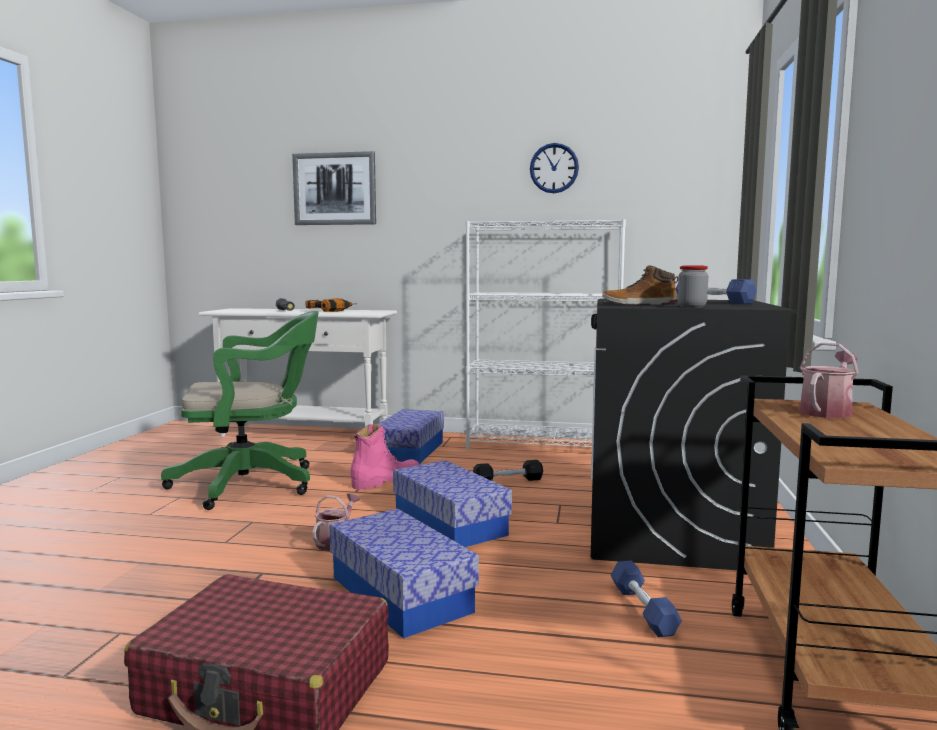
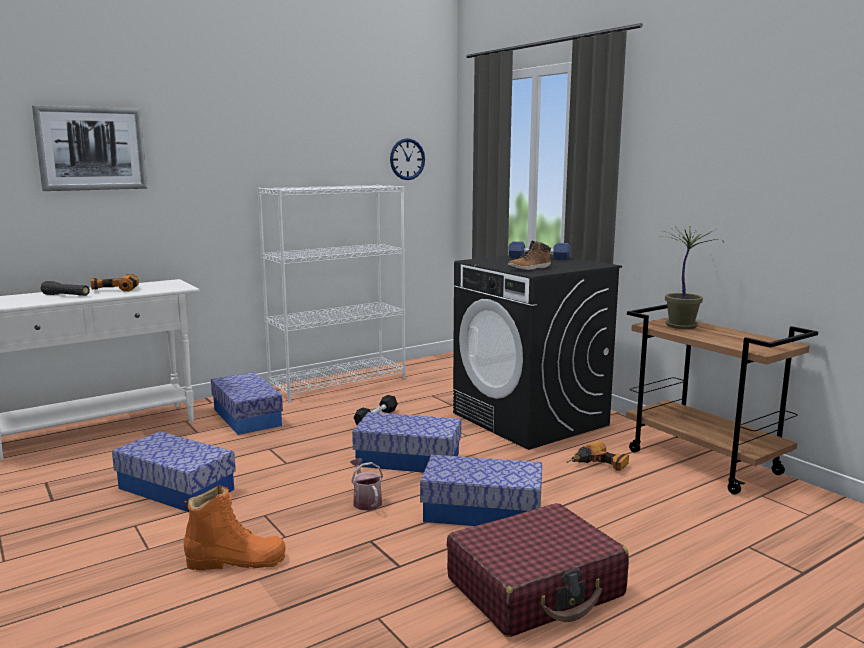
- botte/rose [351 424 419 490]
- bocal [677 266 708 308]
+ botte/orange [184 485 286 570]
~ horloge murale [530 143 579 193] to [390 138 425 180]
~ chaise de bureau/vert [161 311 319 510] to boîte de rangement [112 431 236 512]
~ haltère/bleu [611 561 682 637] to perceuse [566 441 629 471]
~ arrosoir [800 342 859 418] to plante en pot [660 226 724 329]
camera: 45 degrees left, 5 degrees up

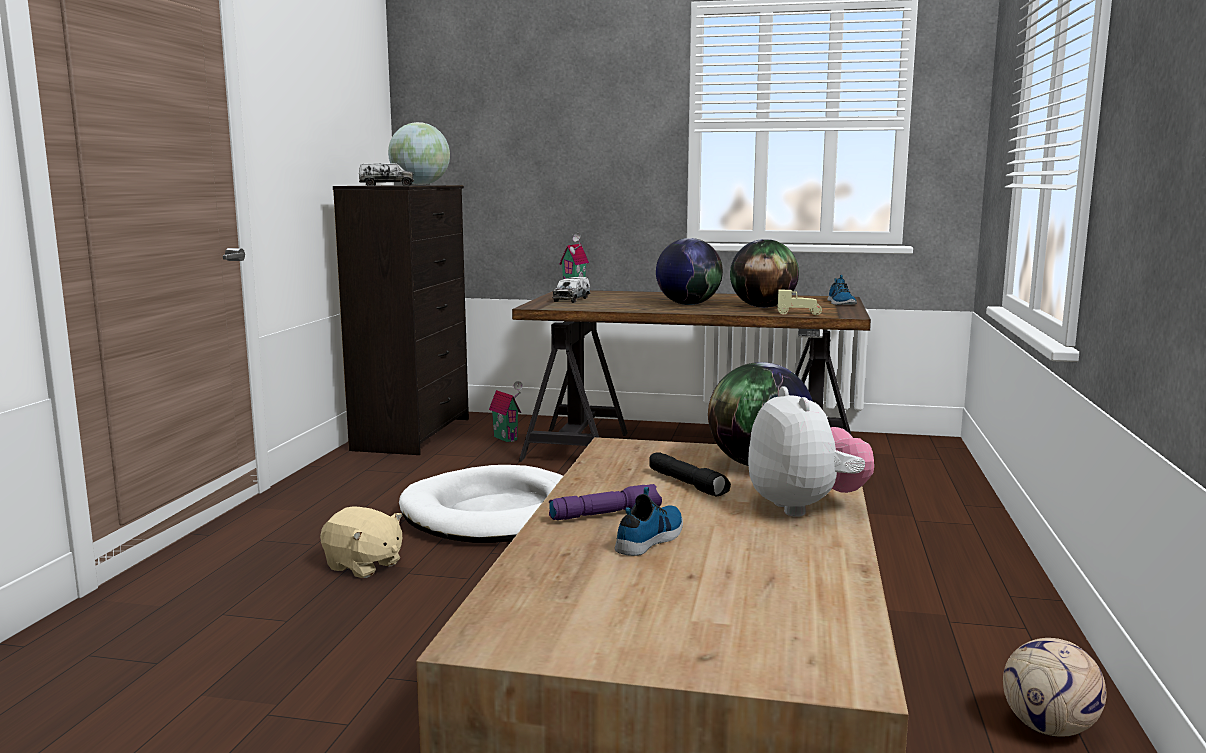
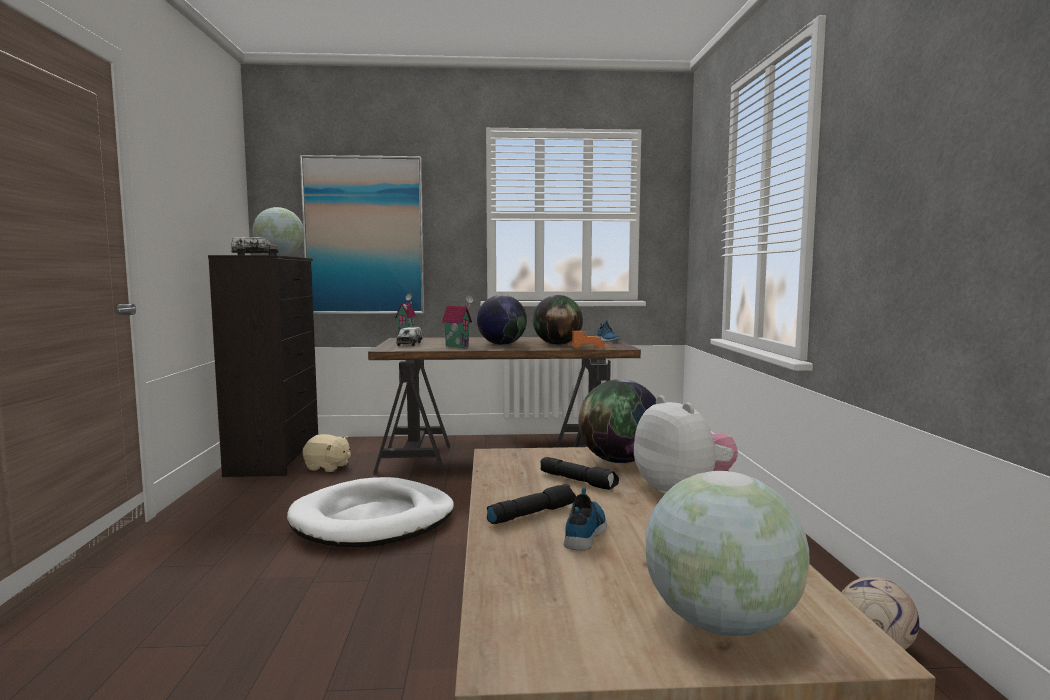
+ tableau [300 155 424 314]
+ globe [645 471 810 636]
~ peluche/beige [320 506 402 578] to [303 434 351 472]
~ maison miniature [489 381 523 442] to [442 295 473 348]
~ lampe de poche/violet [549 484 662 520] to lampe de poche/noir [487 484 576 524]
~ petite voiture/beige [777 290 822 315] to petite voiture/orange [572 331 605 349]
camera: 15 degrees left, 5 degrees down

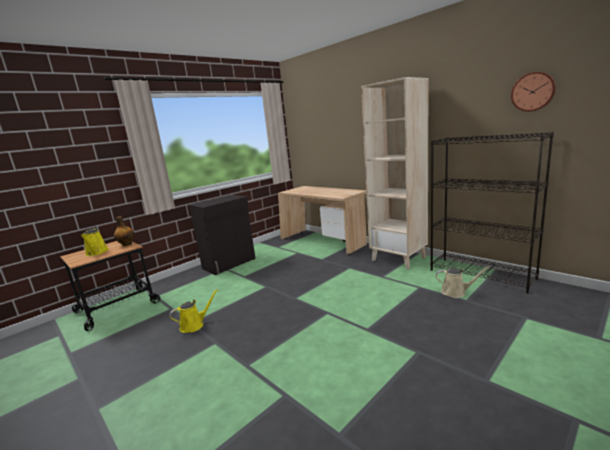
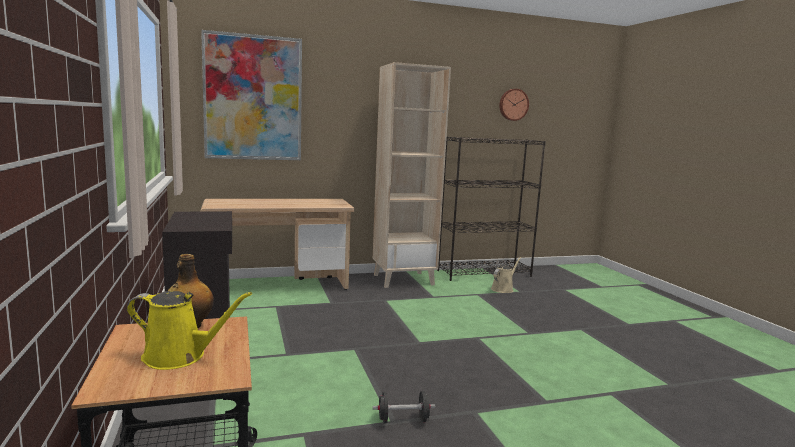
+ tableau [201 30 302 160]
~ arrosoir/jaune [170 289 218 333] to haltère/noir [373 391 435 424]
camera: 65 degrees left, 5 degrees down

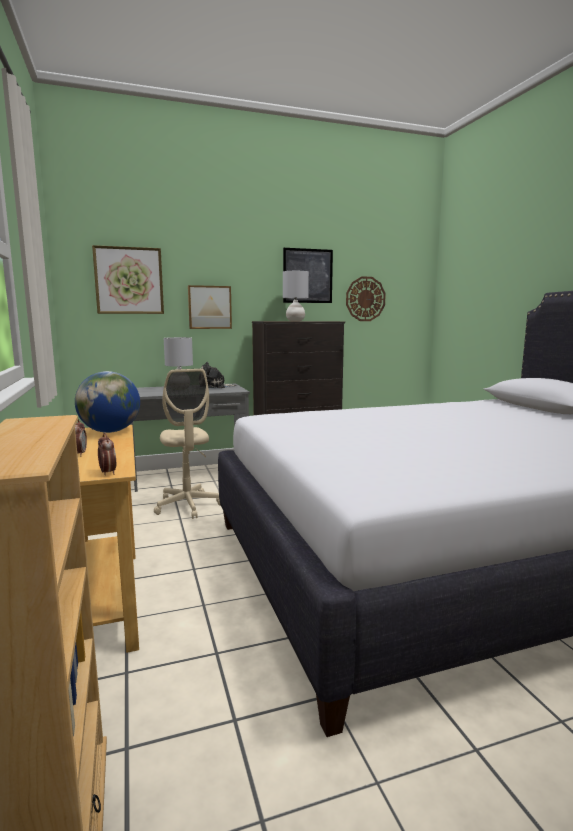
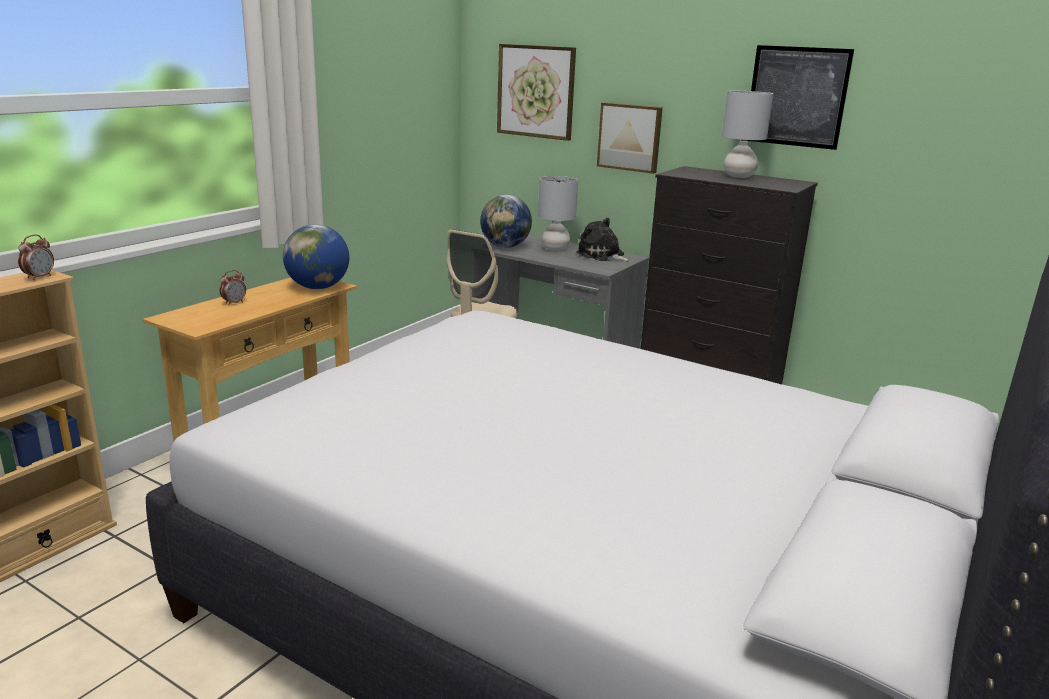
- horloge murale [346 276 386 321]
+ globe [480 195 532 248]
~ réveil [98 432 116 475] to [18 235 54 280]
camera: 50 degrees right, 10 degrees up

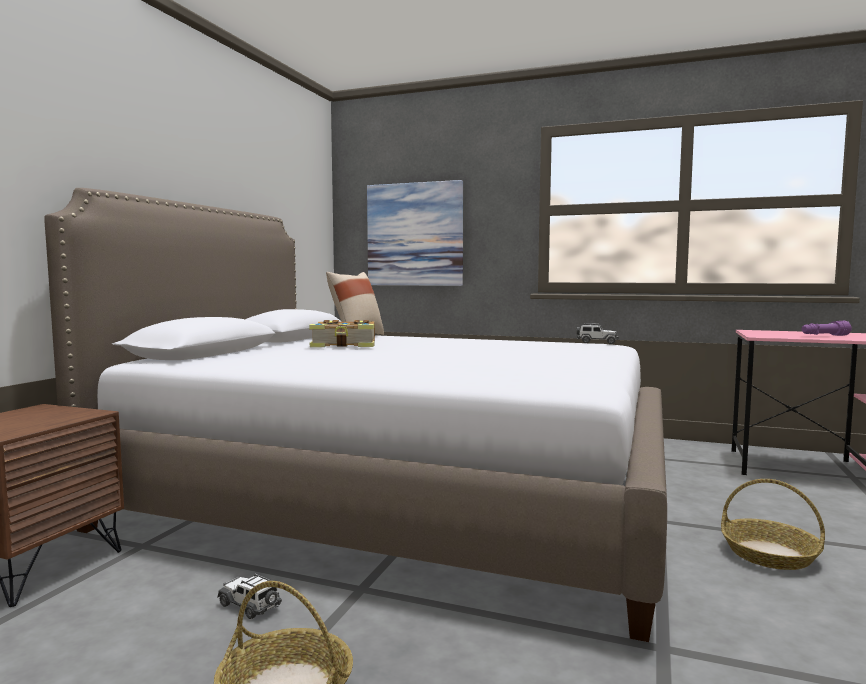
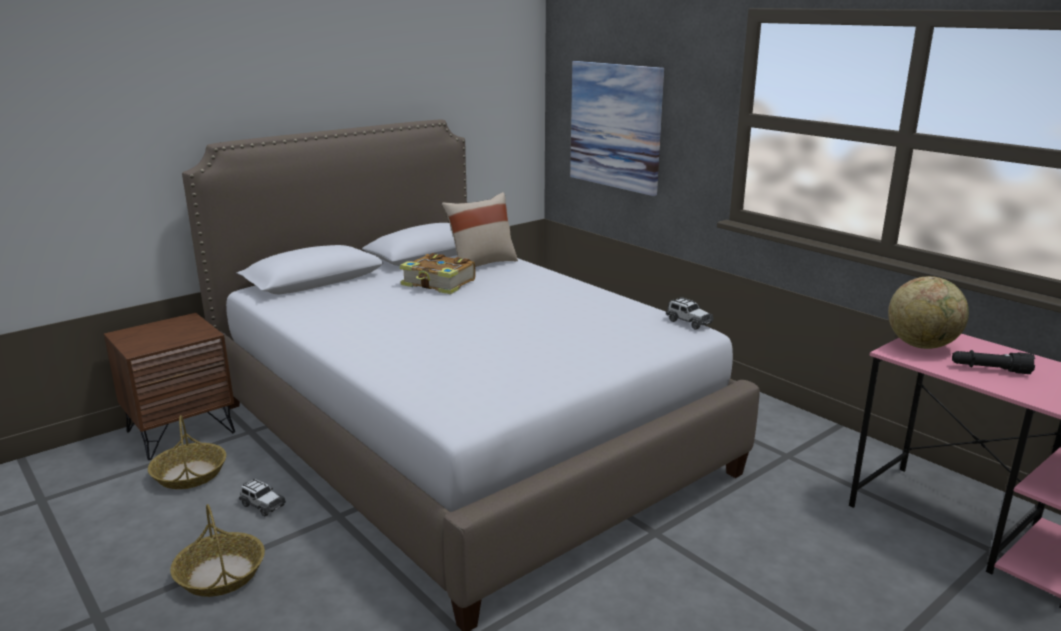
+ globe [888 276 969 349]
~ panier [721 479 825 570] to [148 415 226 489]
~ lampe de poche/violet [801 321 852 336] to lampe de poche/noir [952 350 1035 374]
~ petite voiture [217 574 282 619] = [239 479 286 517] 150 degrees clockwise
camera: 30 degrees right, 15 degrees up

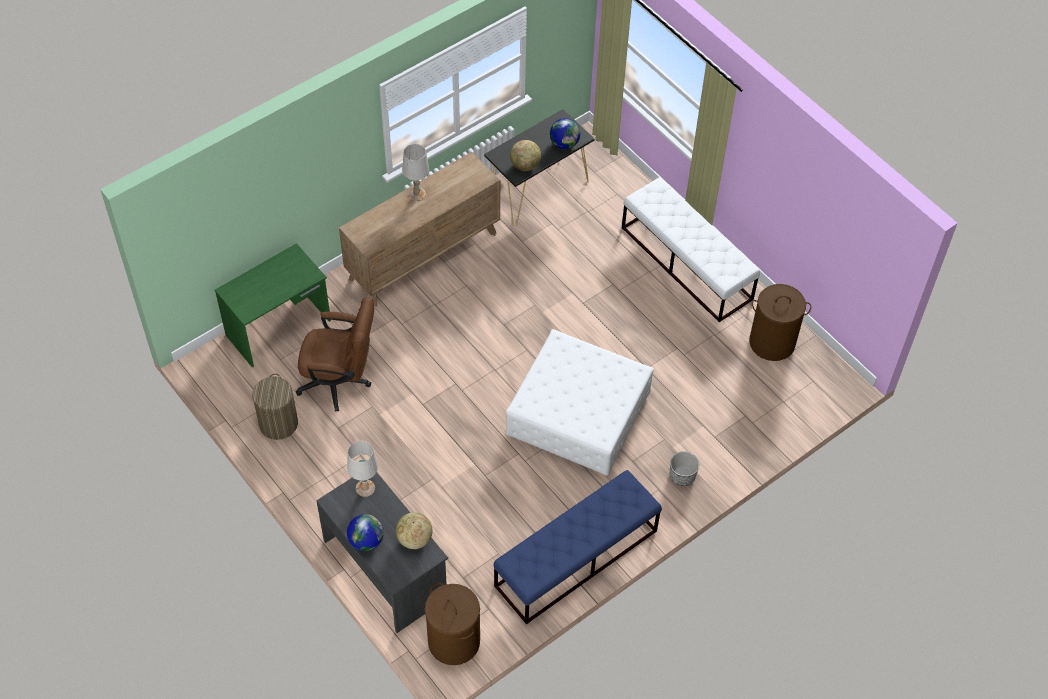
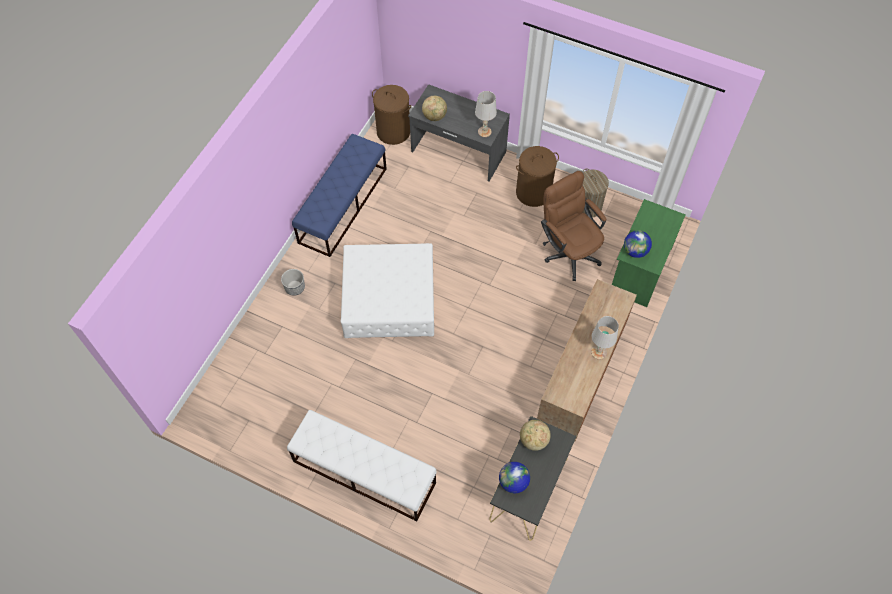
~ globe [347 514 384 551] to [624 230 652 258]
~ panier à linge/marron [749 284 812 361] to [516 146 559 207]
~ chaise de bureau/marron [296 297 374 411] = [541 171 606 281] 75 degrees clockwise
camera: 155 degrees right, 5 degrees up

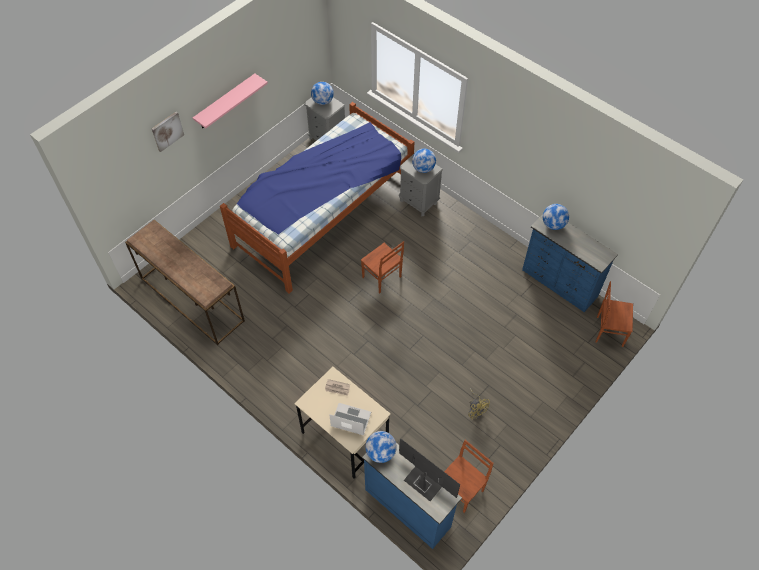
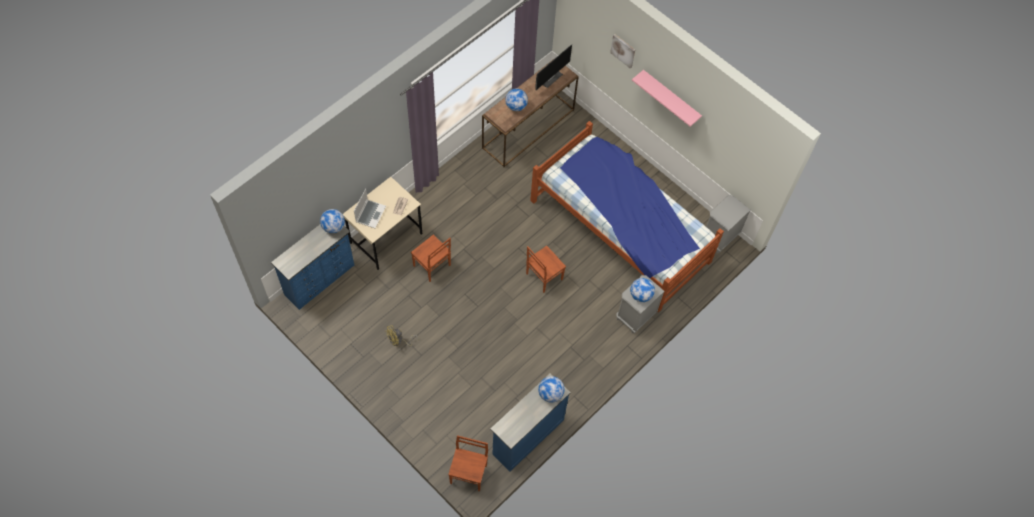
~ globe [311 82 334 105] to [505 88 528 111]
~ écran d'ordinateur [399 439 460 501] to [535 44 572 90]
~ chaise/marron [444 440 494 513] to [411 235 451 282]
camera: 90 degrees right, 5 degrees up

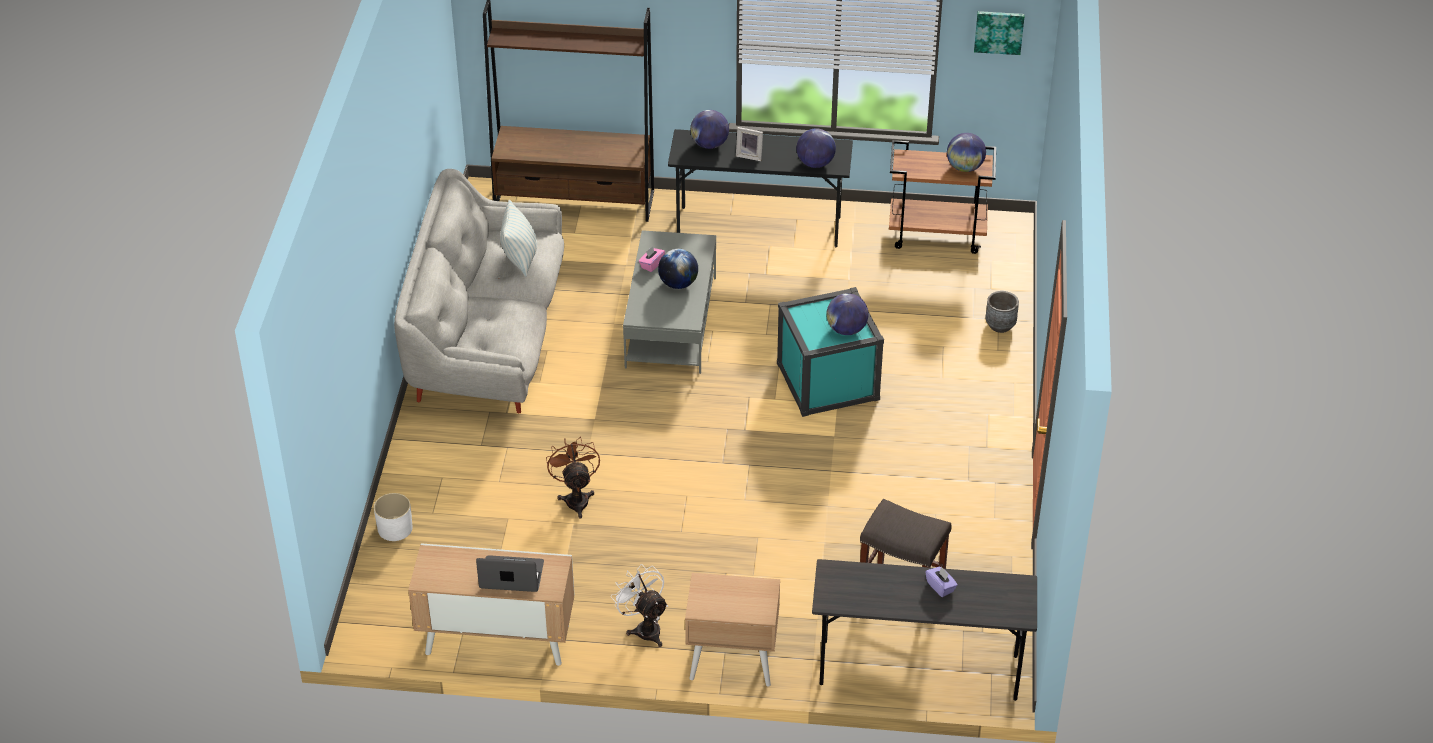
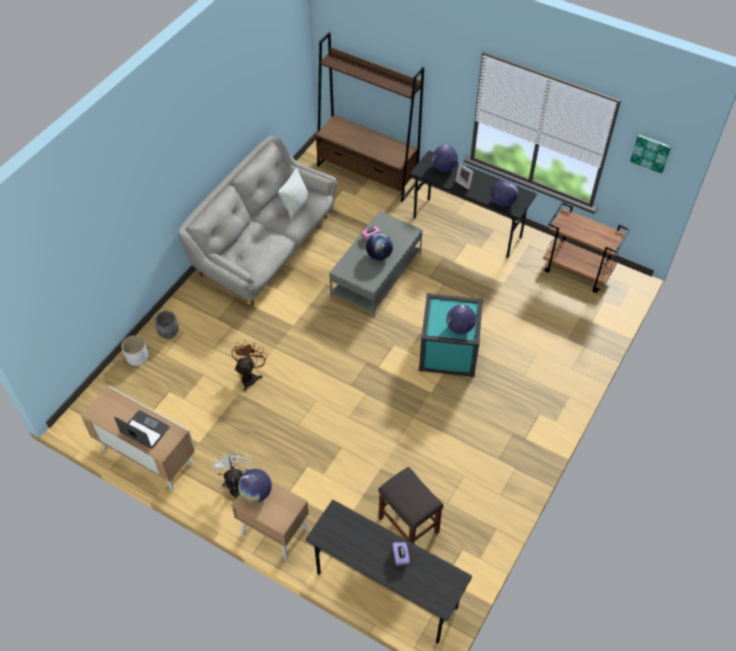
~ globe [947 133 986 172] to [238 469 272 503]
~ cache-pot/gris [986 291 1019 333] to [154 311 179 339]
camera: 25 degrees right, 10 degrees up

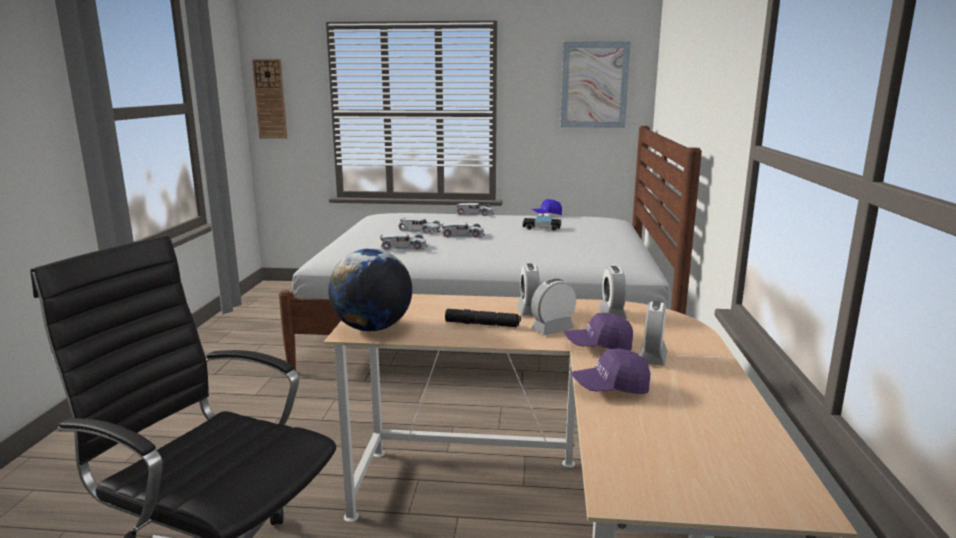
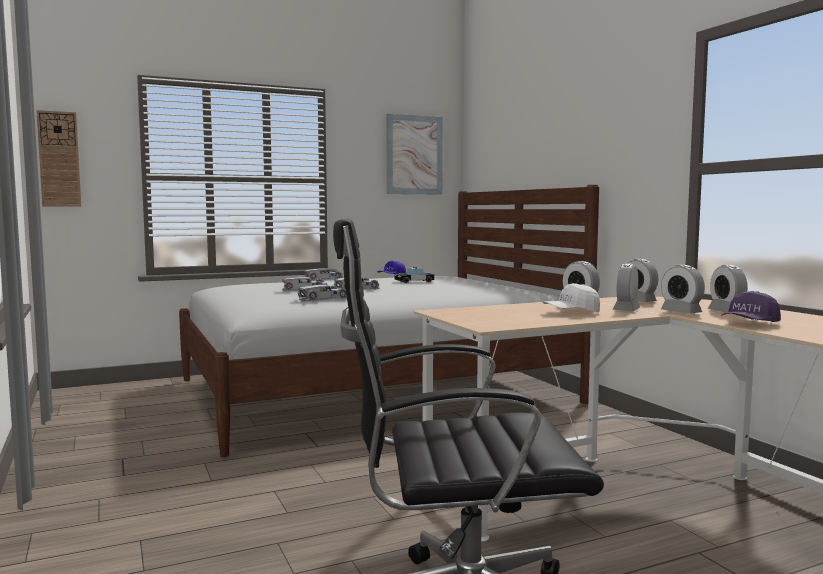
- globe [328 248 412 331]
~ lampe de poche/noir [445 309 521 327] to casquette/blanc [543 283 600 313]
~ casquette/violet [564 313 633 351] to réveil [661 265 705 314]
camera: 30 degrees left, 10 degrees down

